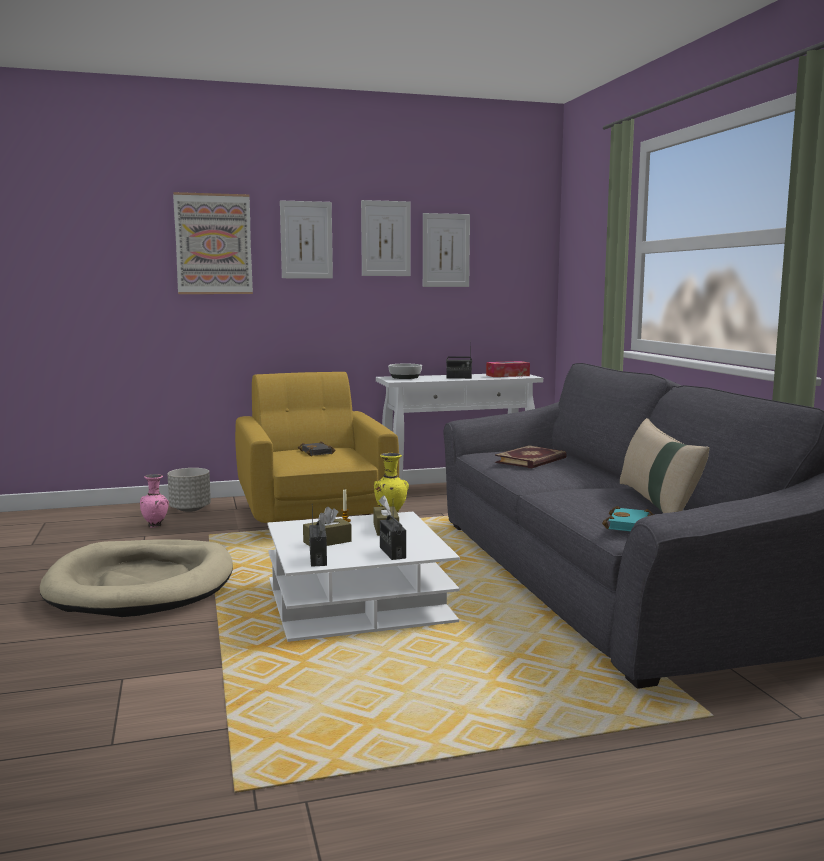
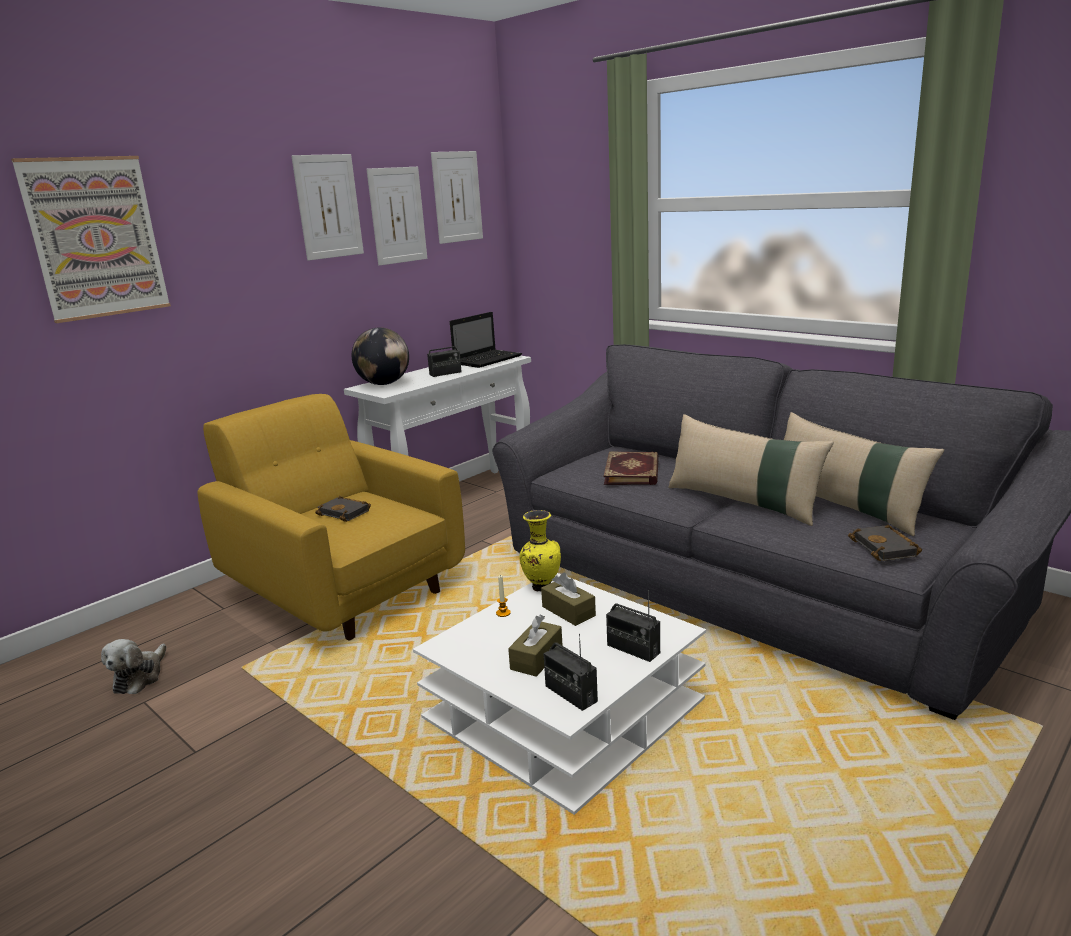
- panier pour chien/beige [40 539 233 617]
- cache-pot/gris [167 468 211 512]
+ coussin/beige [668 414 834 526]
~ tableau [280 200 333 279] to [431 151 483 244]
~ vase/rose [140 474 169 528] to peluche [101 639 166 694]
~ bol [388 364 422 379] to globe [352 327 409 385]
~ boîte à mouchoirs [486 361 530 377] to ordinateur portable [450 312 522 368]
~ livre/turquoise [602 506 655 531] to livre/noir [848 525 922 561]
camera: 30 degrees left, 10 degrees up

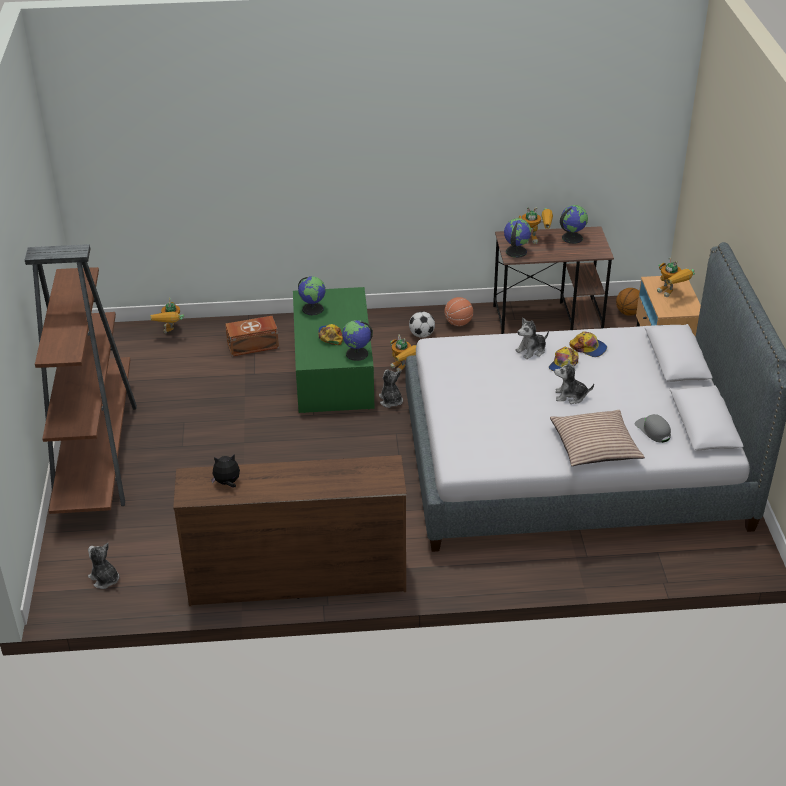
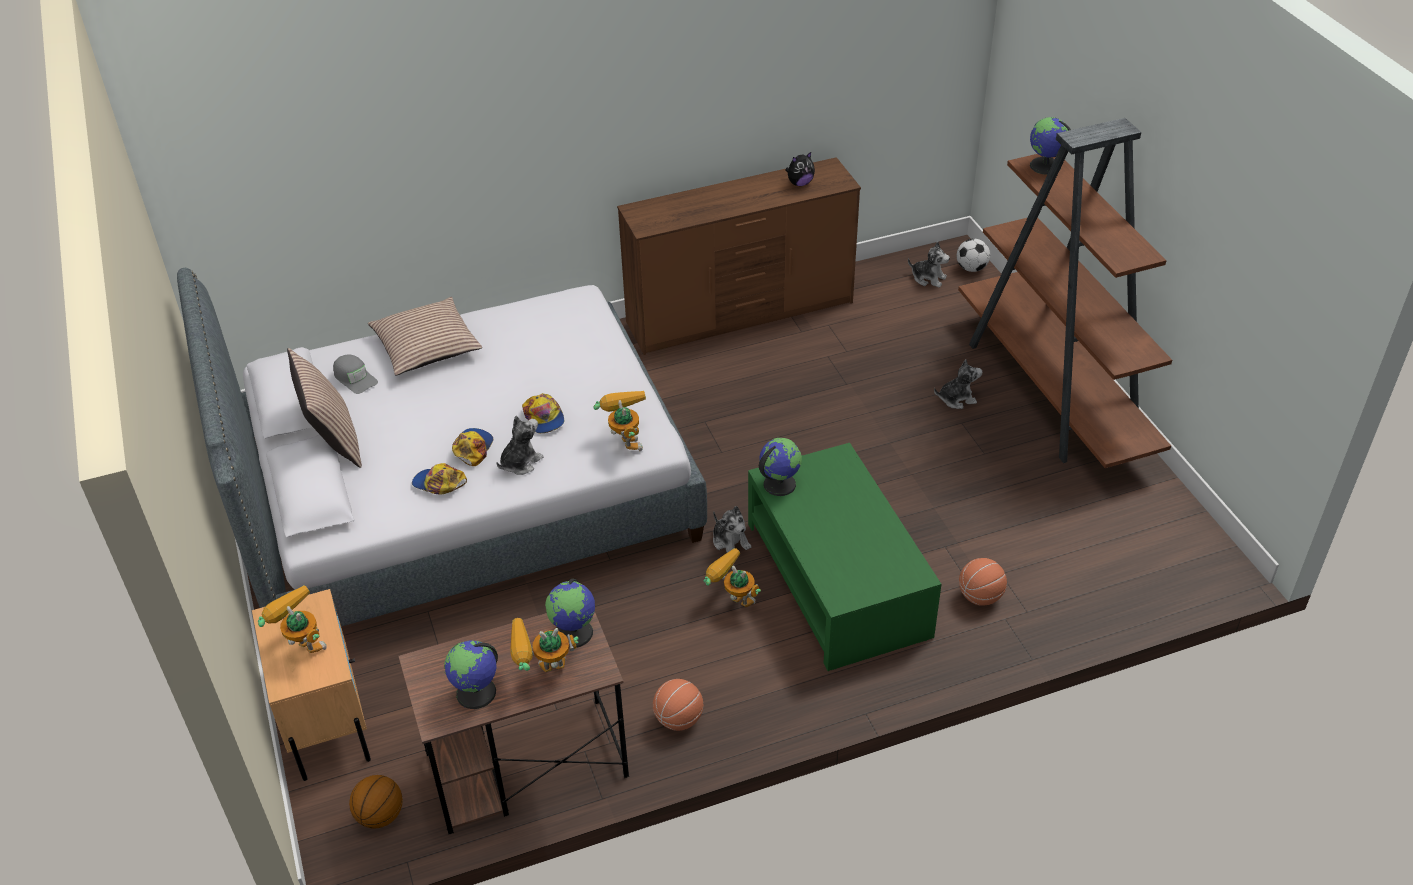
+ coussin [287 348 362 468]
~ robot jouet [151 298 184 334] to [593 391 646 451]
~ globe [298 276 326 315] to [1030 117 1071 175]
~ casquette [318 324 343 345] to [522 393 564 433]
~ ballon de foot [409 311 435 338] to [957 239 990 272]
~ peluche [554 360 594 404] to [934 359 983 409]
~ boîte de rangement/marron [225 316 279 356] to ballon de basket [959 558 1007 606]
camera: 165 degrees right, 5 degrees up

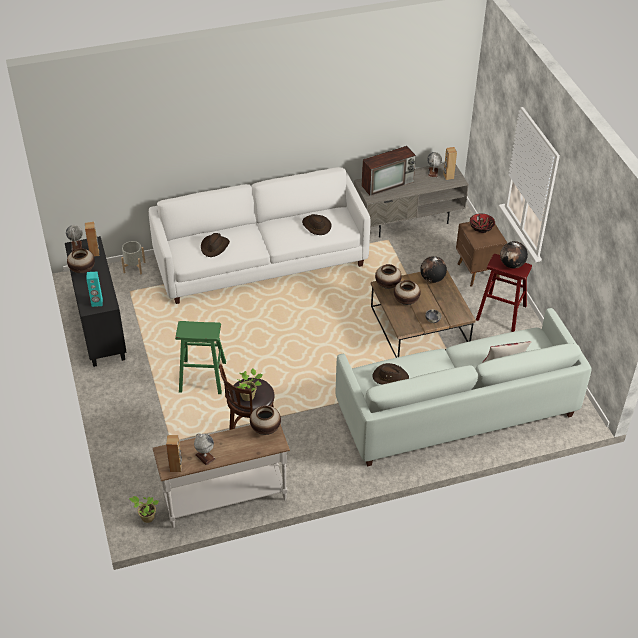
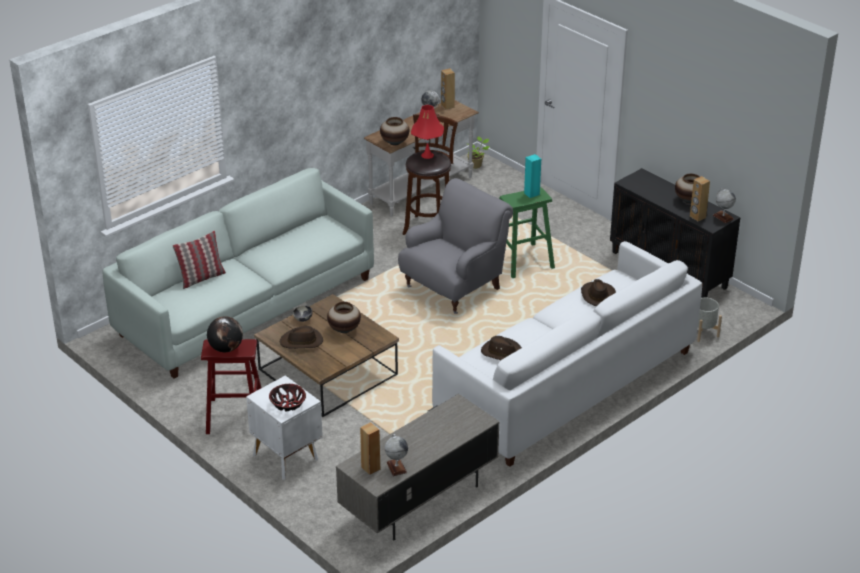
- téléviseur [362 146 416 196]
- vase [375 264 402 289]
- globe [420 256 447 283]
+ fauteuil/gris [398 178 513 314]
~ enceinte/turquoise [86 272 103 307] to [524 154 541 198]
~ chapeau/marron [373 363 409 384] to [280 326 323 349]
~ plante en pot [237 368 263 401] to lampe de table/rouge [411 105 444 159]
~ table de chevet/marron [456 218 507 287] to table de chevet/blanc [246 375 323 480]
camera: 155 degrees right, 10 degrees down

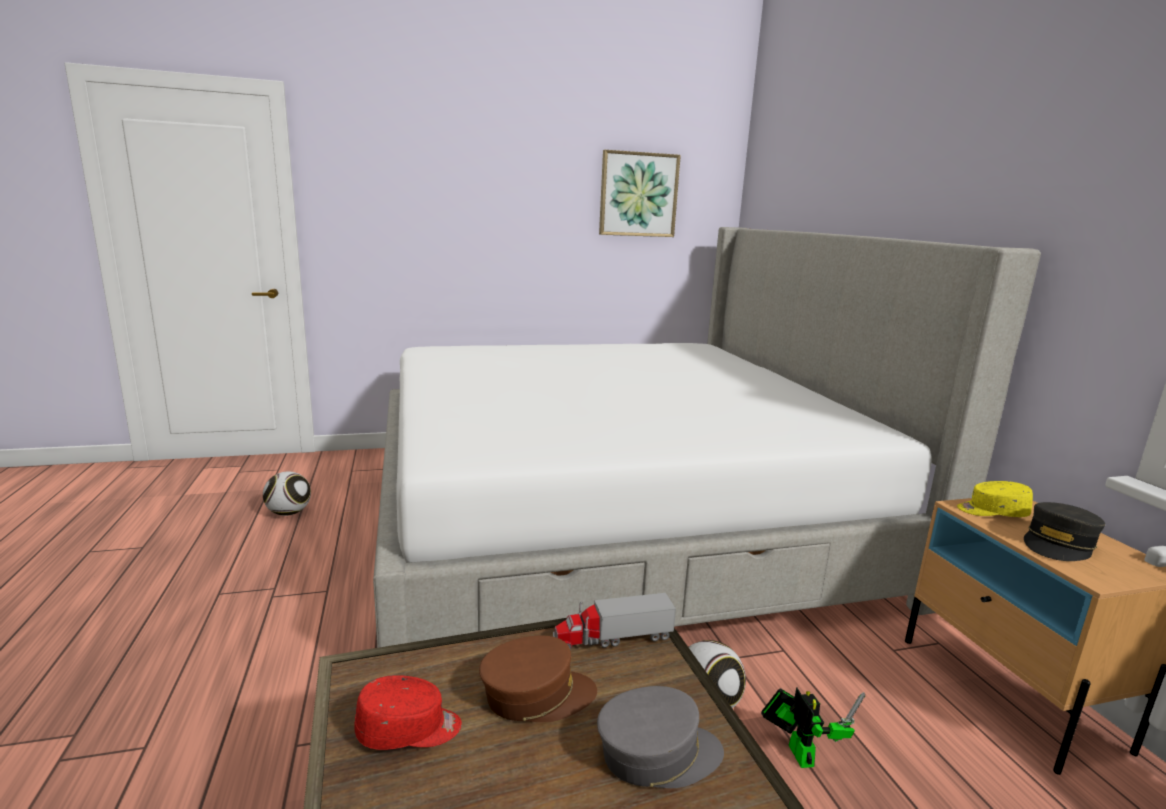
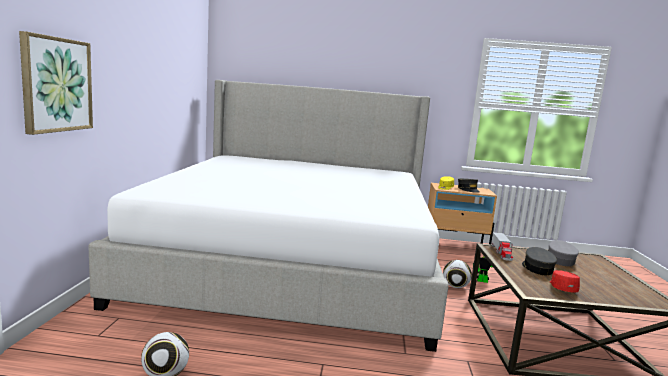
~ tableau [599 150 681 237] to [19 31 93 135]
~ casquette/marron [479 635 597 722] to casquette/gris [522 247 557 275]
camera: 70 degrees left, 5 degrees down

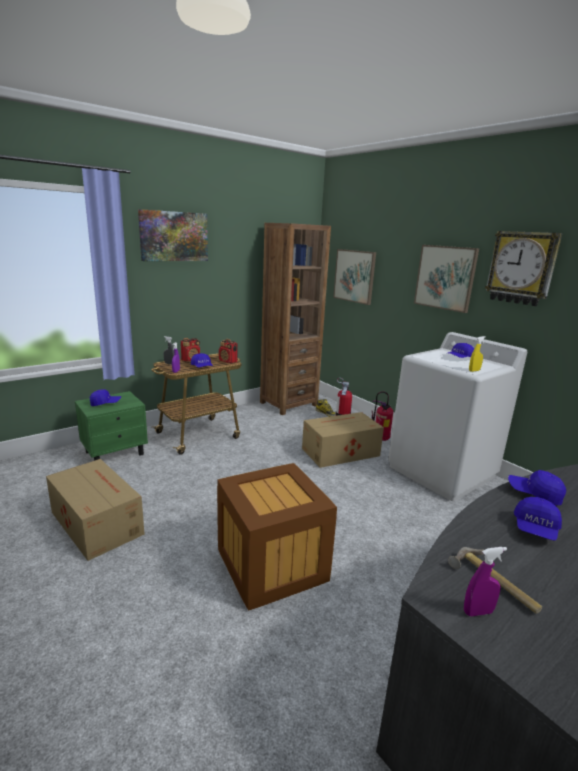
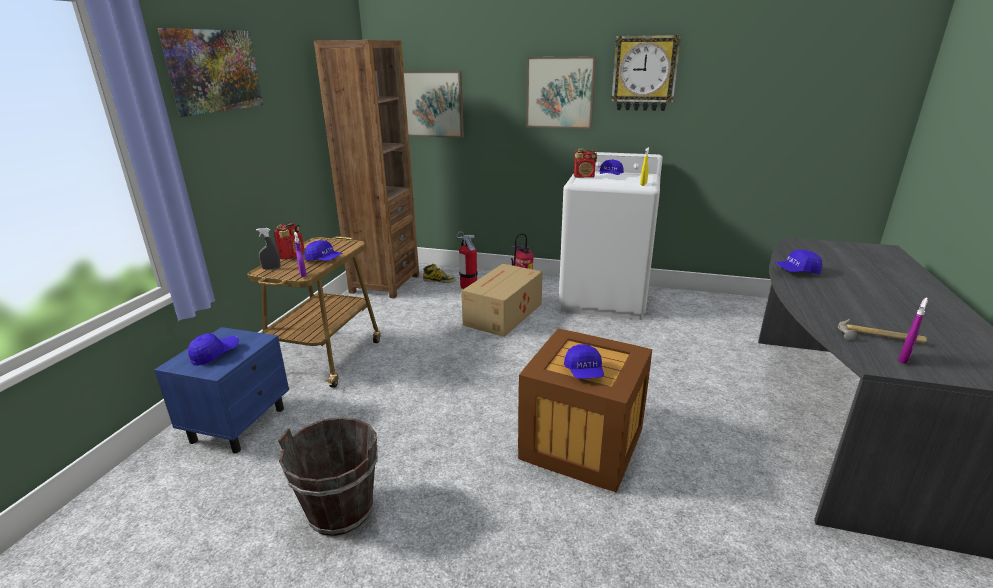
~ radio [219 339 238 363] to [574 148 597 178]
~ casquette/bleu [514 497 562 540] to [564 344 604 379]
~ carton [46 459 145 561] to seau/marron [278 417 378 536]
~ table de chevet/vert [75 391 148 461] to table de chevet/bleu [154 327 289 453]
camera: 35 degrees left, 5 degrees up

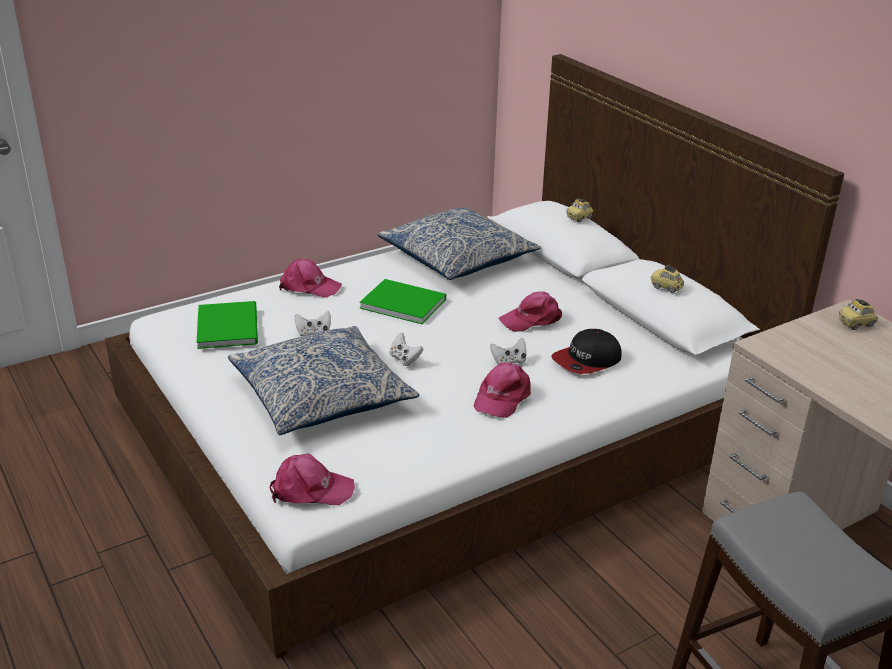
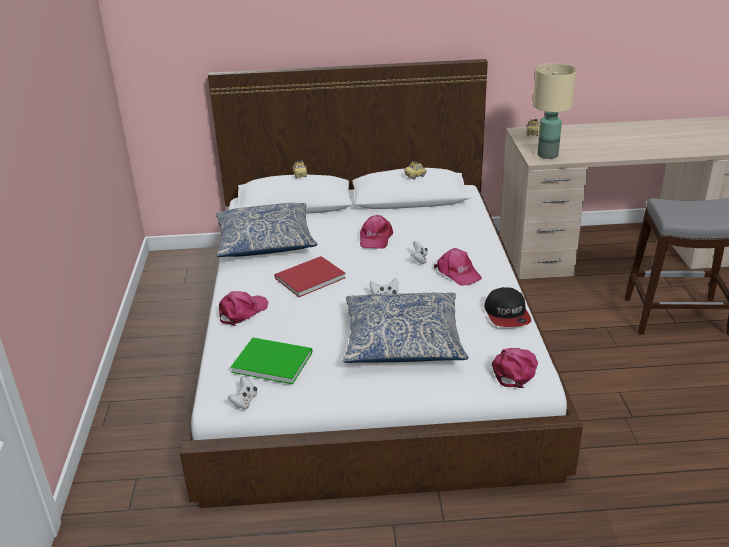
+ lampe de table/beige [533 63 576 159]
~ manette/blanc [294 311 331 337] to [228 376 257 410]
~ casquette [551 329 622 374] to [484 287 531 327]
~ livre/vert [359 279 446 324] to livre/rouge [275 256 346 297]
camera: 60 degrees left, 0 degrees up

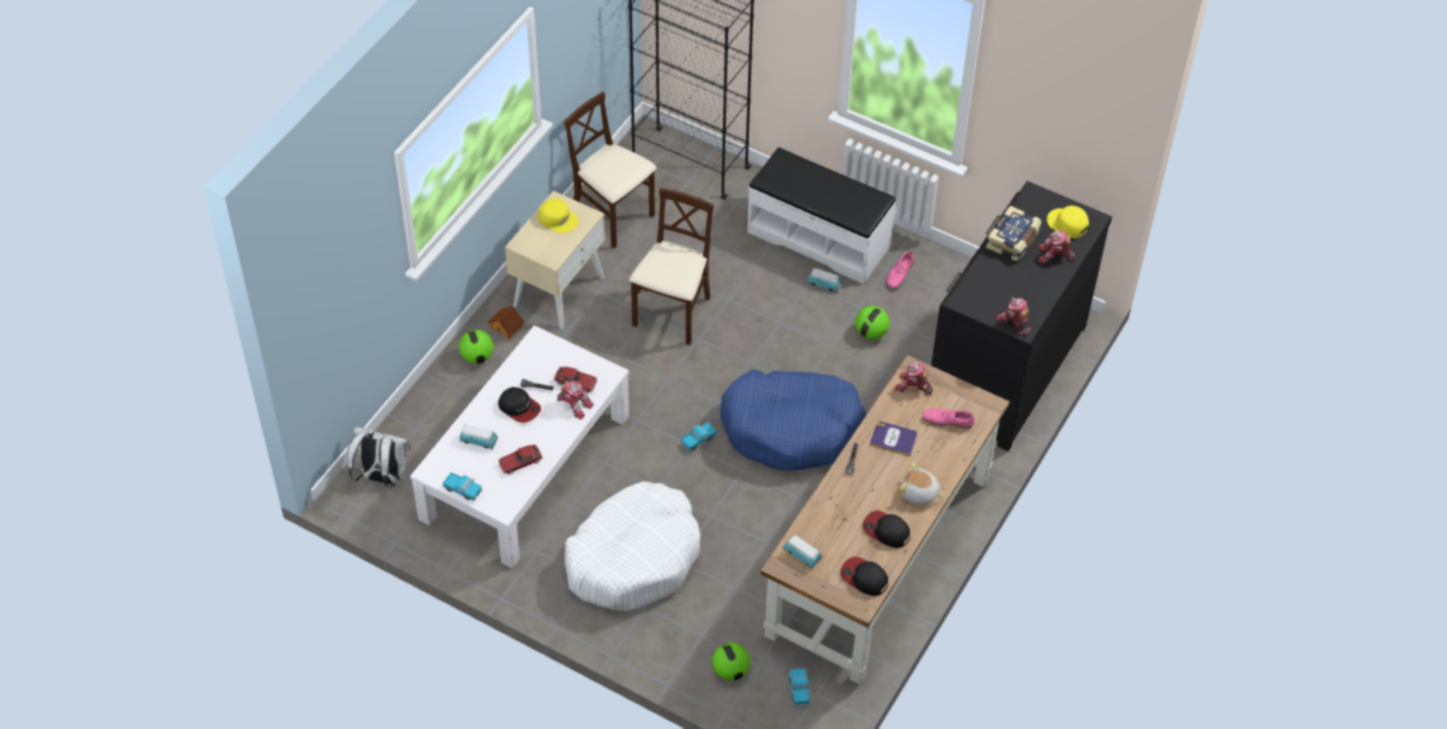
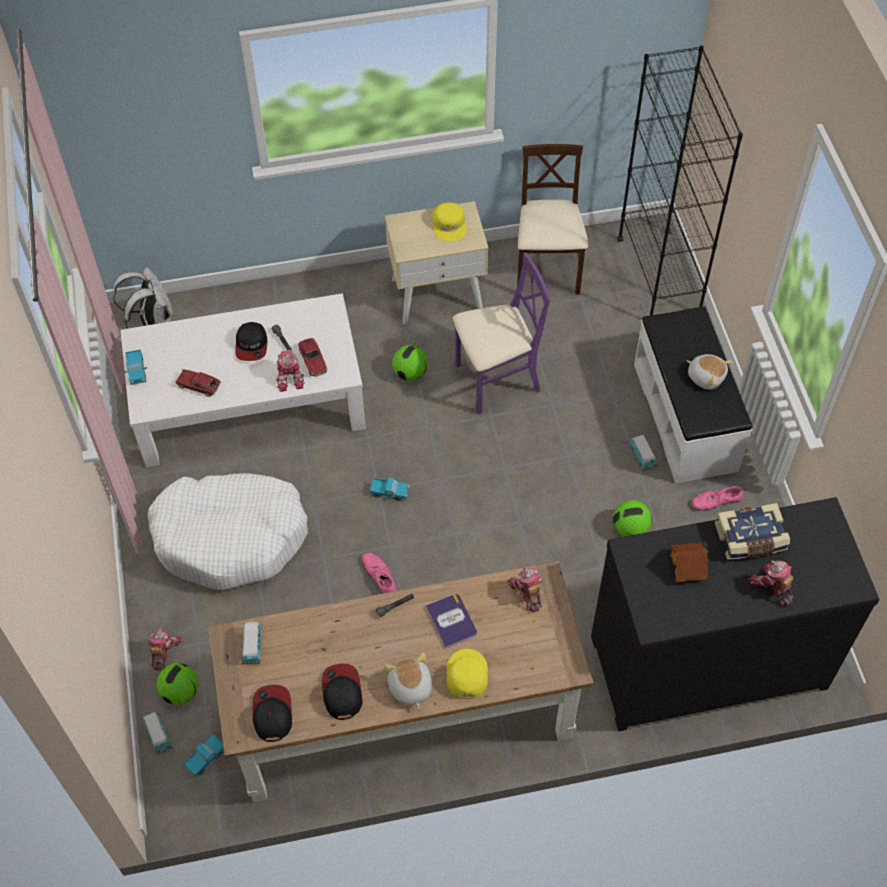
- panier pour chien/bleu [720 369 866 471]
+ peluche [687 354 733 390]
~ ballon de foot [459 330 493 364] to [392 345 428 381]
~ petite voiture [460 424 498 449] to [143 711 173 755]
~ maison miniature [487 306 525 340] to [670 543 708 583]
~ chaussure/rose [922 409 975 429] to [362 553 397 593]
~ robot jouet [995 297 1031 336] to [149 628 181 671]
~ casquette/jaune [1047 206 1089 238] to [447 649 488 699]
~ chaise/beige [629 188 714 345] to chaise/violet [453 253 551 414]
camera: 50 degrees right, 5 degrees up

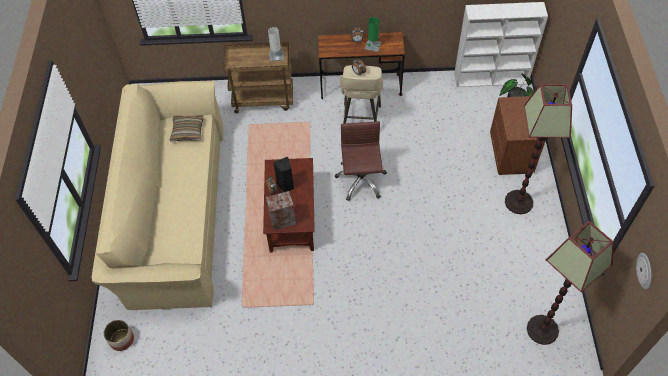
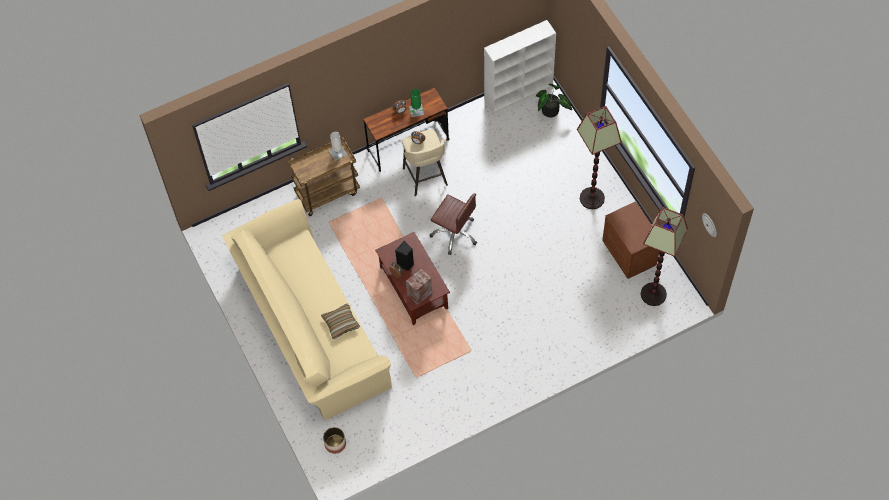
~ coussin [170 115 203 141] to [321 304 360 339]
~ table de chevet/marron [490 96 546 175] to [602 201 660 279]
~ chaise de bureau/marron [335 121 387 201] = [430 193 477 255] 150 degrees clockwise
camera: 25 degrees left, 5 degrees up

